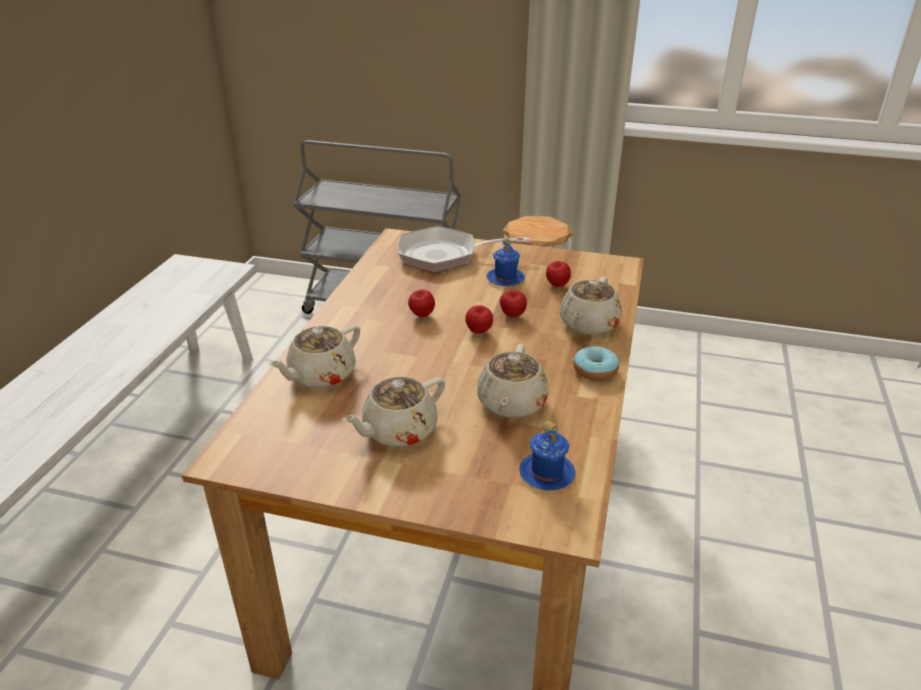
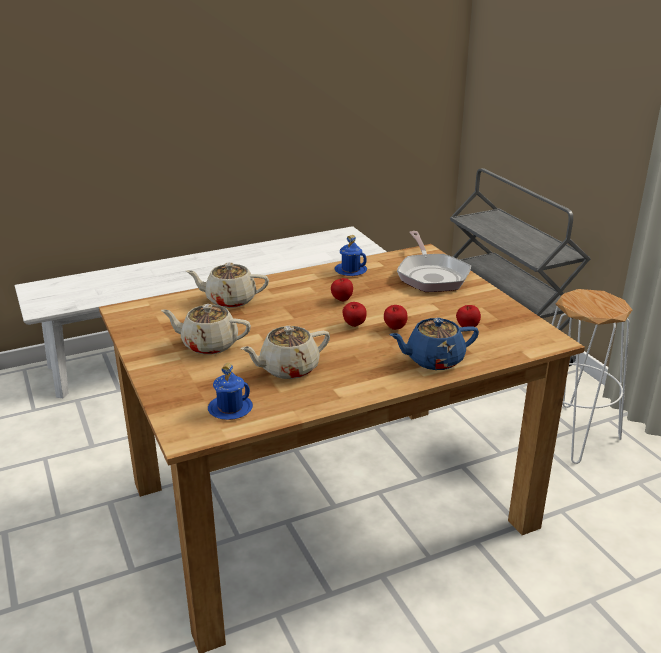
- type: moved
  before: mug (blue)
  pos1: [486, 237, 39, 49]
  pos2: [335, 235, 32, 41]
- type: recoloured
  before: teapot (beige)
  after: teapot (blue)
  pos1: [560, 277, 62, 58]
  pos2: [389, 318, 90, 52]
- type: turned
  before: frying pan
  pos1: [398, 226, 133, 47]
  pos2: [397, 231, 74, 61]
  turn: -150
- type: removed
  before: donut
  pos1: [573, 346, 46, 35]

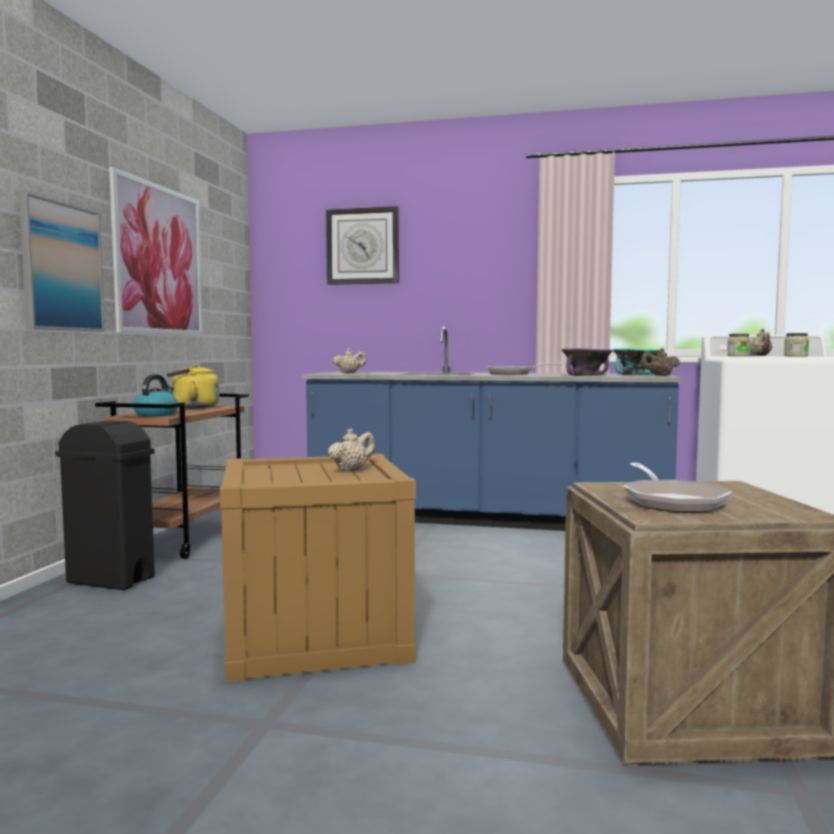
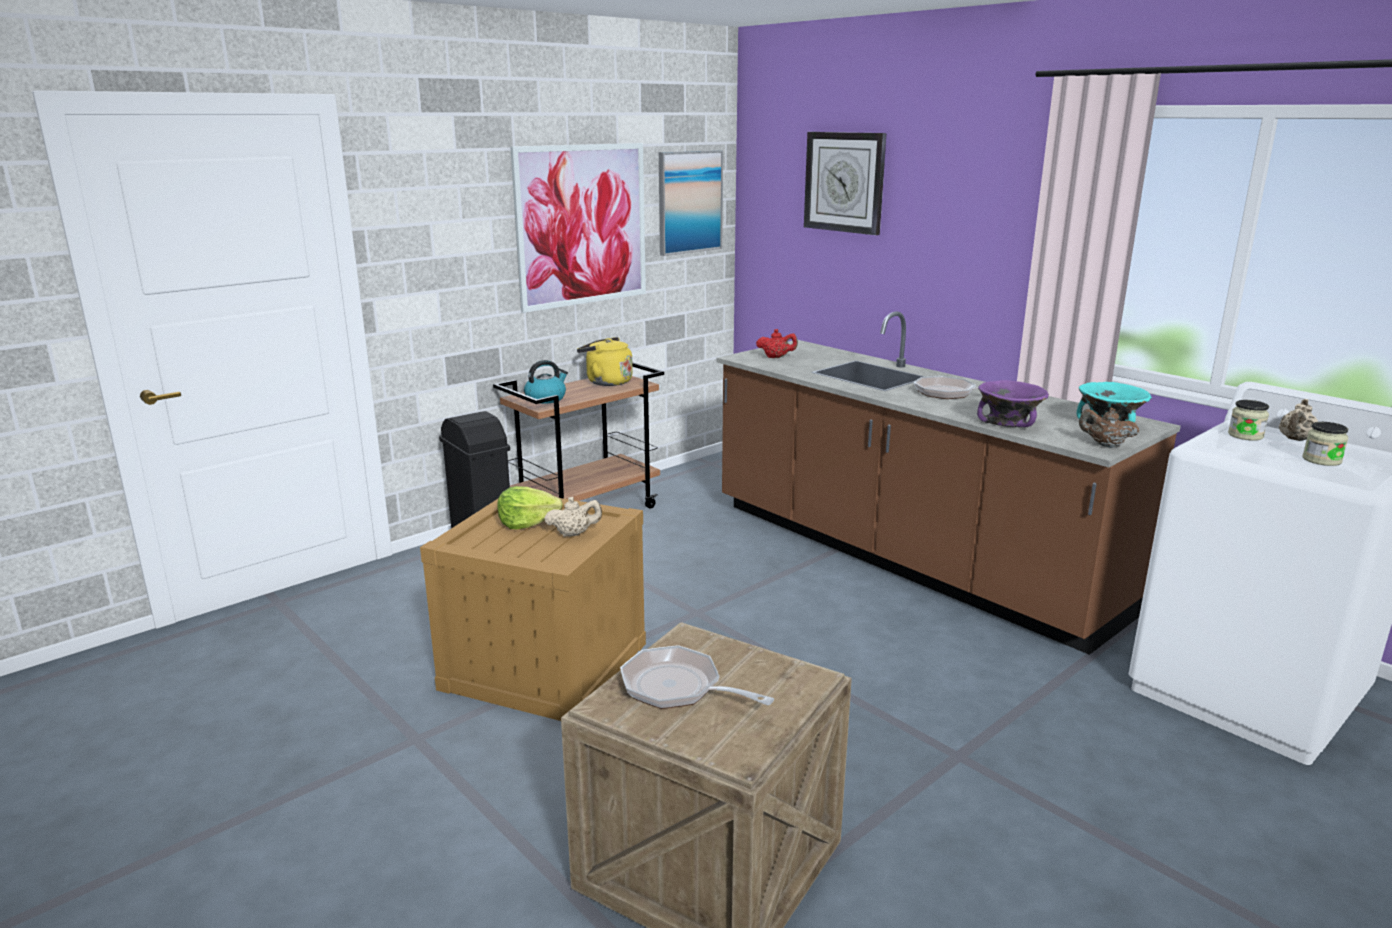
- type: added
  after: lettuce
  pos2: [497, 486, 66, 43]
- type: turned
  before: frying pan
  pos1: [623, 463, 109, 50]
  pos2: [620, 645, 154, 64]
  turn: 90
- type: moved
  before: picture
  pos1: [19, 192, 86, 139]
  pos2: [659, 150, 64, 106]
- type: recoloured
  before: counter (blue)
  after: counter (brown)
  pos1: [302, 327, 380, 204]
  pos2: [717, 311, 464, 344]
- type: recoloured
  before: teapot (beige)
  after: teapot (red)
  pos1: [333, 348, 33, 25]
  pos2: [756, 329, 42, 29]

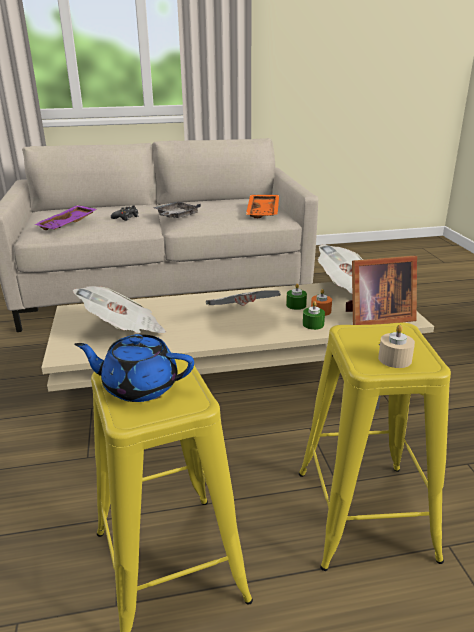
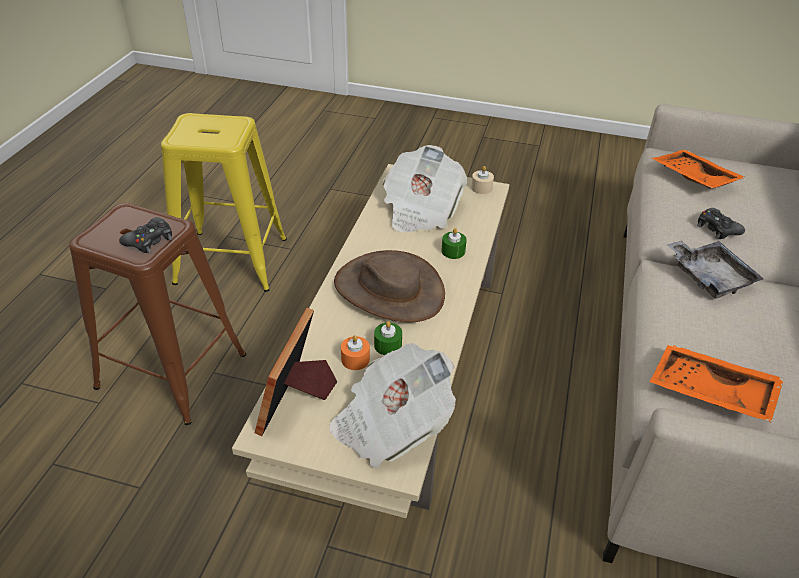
- type: recoloured
  before: stool (yellow)
  after: stool (brown)
  pos1: [299, 323, 152, 248]
  pos2: [69, 203, 177, 222]
- type: added
  after: game controller (black)
  pos2: [119, 217, 53, 36]
- type: replaced
  before: newspaper
  after: hat (brown)
  pos1: [206, 290, 75, 16]
  pos2: [334, 250, 111, 73]
- type: moved
  before: candle (green)
  pos1: [303, 301, 22, 29]
  pos2: [441, 228, 26, 31]
- type: moved
  before: candle (beige)
  pos1: [378, 325, 37, 43]
  pos2: [471, 166, 23, 28]
- type: recoloured
  before: tray (purple)
  after: tray (orange)
  pos1: [34, 205, 63, 25]
  pos2: [652, 149, 94, 40]
- type: removed
  before: teapot (blue)
  pos1: [74, 334, 120, 68]

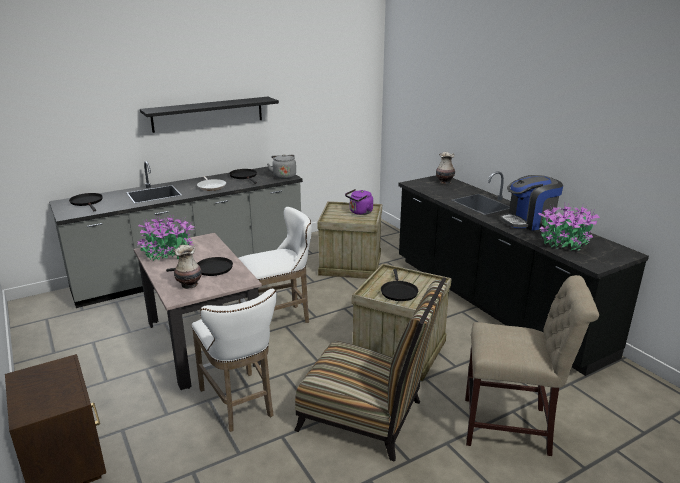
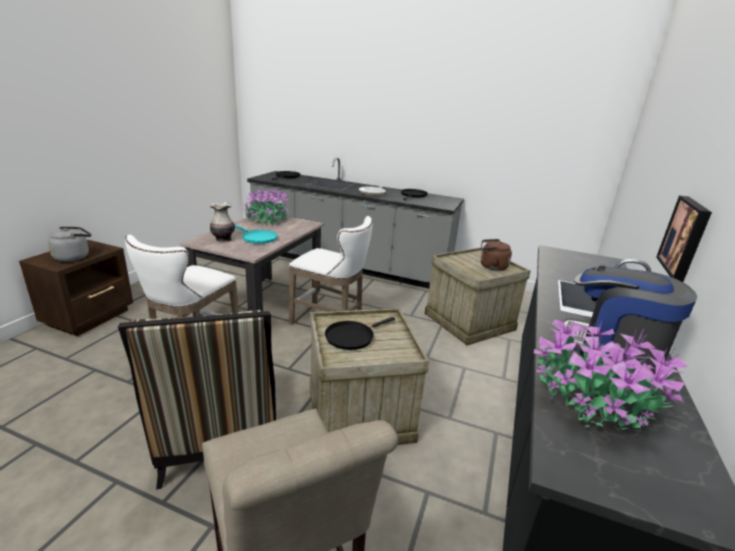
- type: moved
  before: kettle (grey)
  pos1: [267, 154, 29, 25]
  pos2: [48, 227, 43, 35]
- type: recoloured
  before: frying pan (black)
  after: frying pan (turquoise)
  pos1: [166, 257, 67, 19]
  pos2: [235, 225, 43, 19]
- type: recoloured
  before: kettle (purple)
  after: kettle (brown)
  pos1: [345, 189, 28, 26]
  pos2: [481, 239, 31, 32]
- type: added
  after: picture
  pos2: [656, 195, 56, 87]
- type: removed
  before: shelf (black)
  pos1: [140, 97, 139, 36]
- type: removed
  before: vase
  pos1: [436, 152, 19, 32]

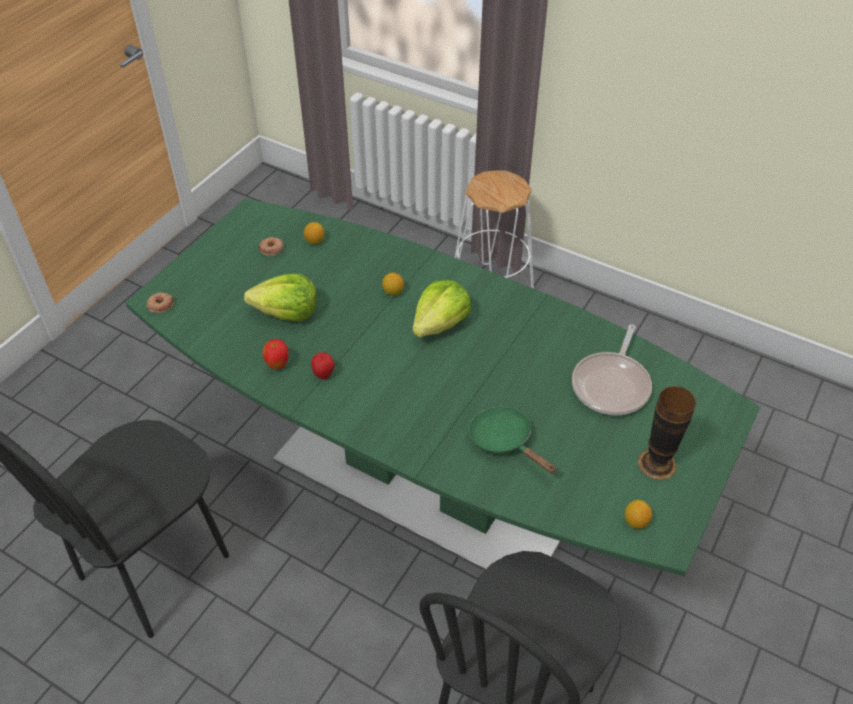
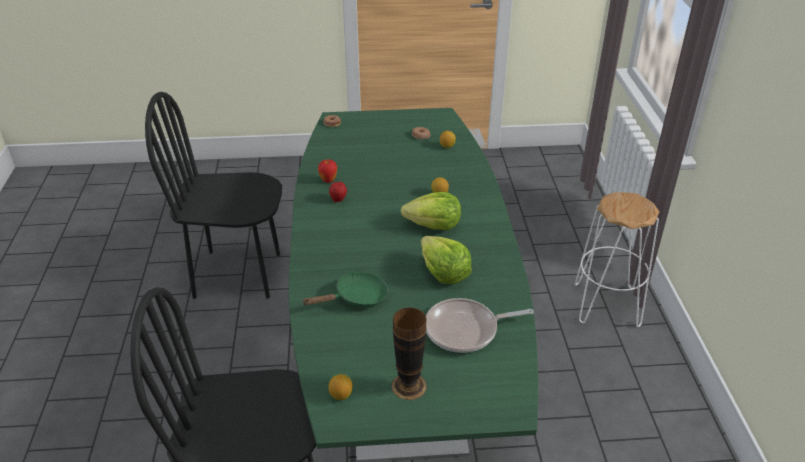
- type: turned
  before: frying pan (green)
  pos1: [469, 406, 88, 68]
  pos2: [303, 272, 85, 35]
  turn: 45
- type: moved
  before: lettuce
  pos1: [244, 274, 73, 48]
  pos2: [421, 236, 51, 48]

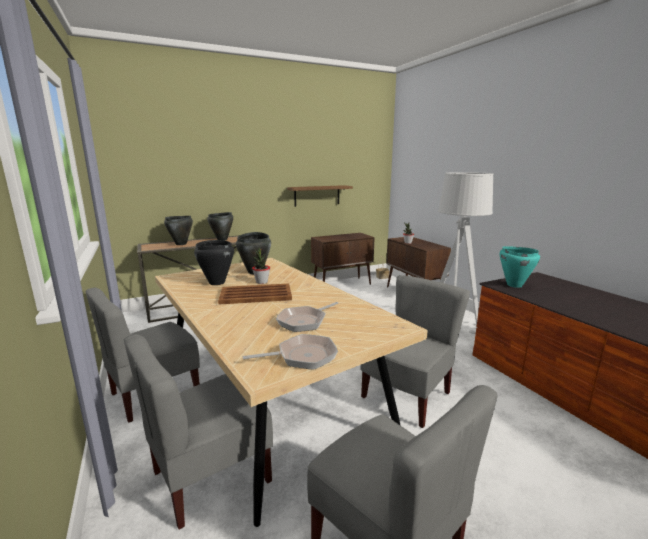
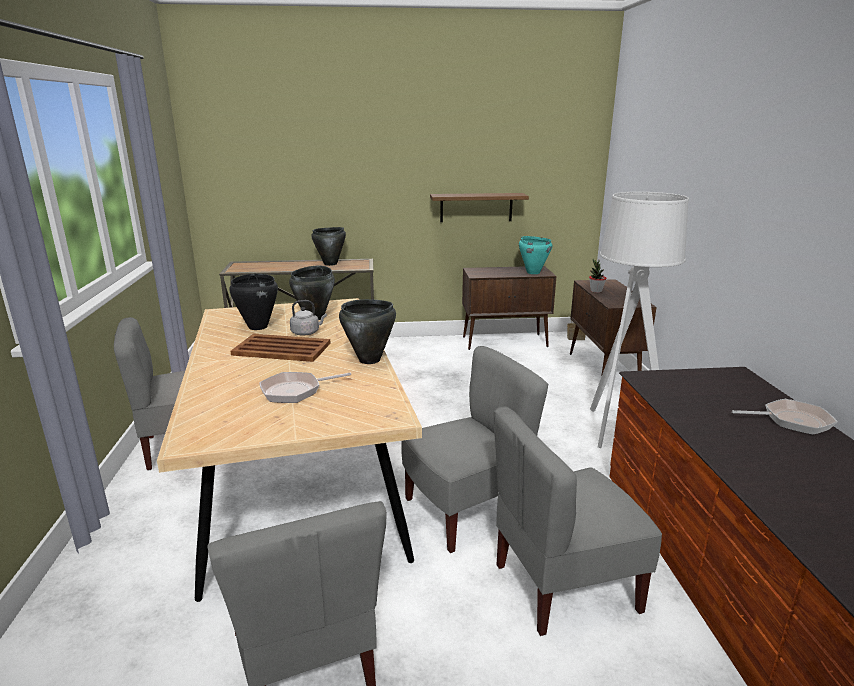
- type: replaced
  before: potted plant
  after: kettle (grey)
  pos1: [252, 248, 18, 36]
  pos2: [290, 300, 37, 36]
- type: moved
  before: cooking pot (black)
  pos1: [164, 216, 29, 29]
  pos2: [339, 299, 57, 65]
- type: moved
  before: chair (grey)
  pos1: [124, 334, 149, 196]
  pos2: [493, 406, 169, 230]
- type: moved
  before: cooking pot (turquoise)
  pos1: [500, 246, 40, 42]
  pos2: [519, 236, 33, 38]
- type: moved
  before: frying pan
  pos1: [243, 334, 95, 36]
  pos2: [732, 399, 106, 36]

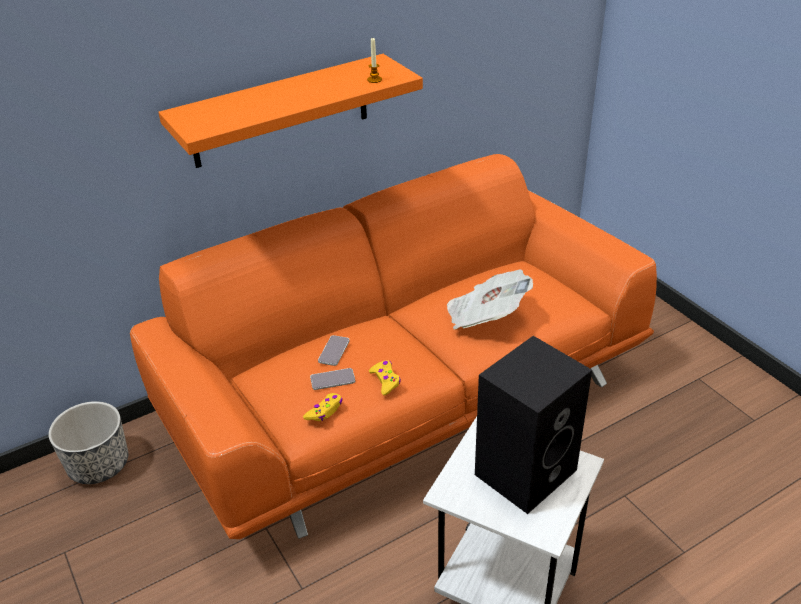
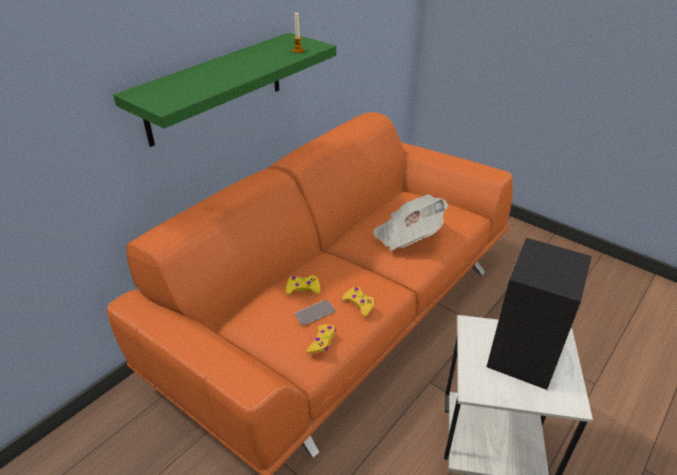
- type: recoloured
  before: shelf (orange)
  after: shelf (green)
  pos1: [158, 54, 265, 114]
  pos2: [113, 33, 223, 114]
- type: replaced
  before: phone
  after: game controller (yellow)
  pos1: [318, 335, 31, 31]
  pos2: [286, 275, 34, 20]
- type: removed
  before: planter
  pos1: [48, 401, 80, 83]

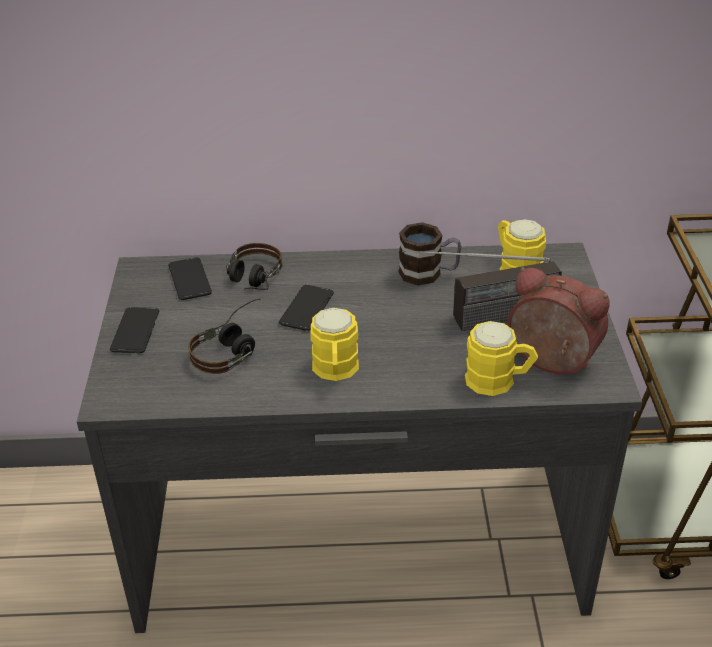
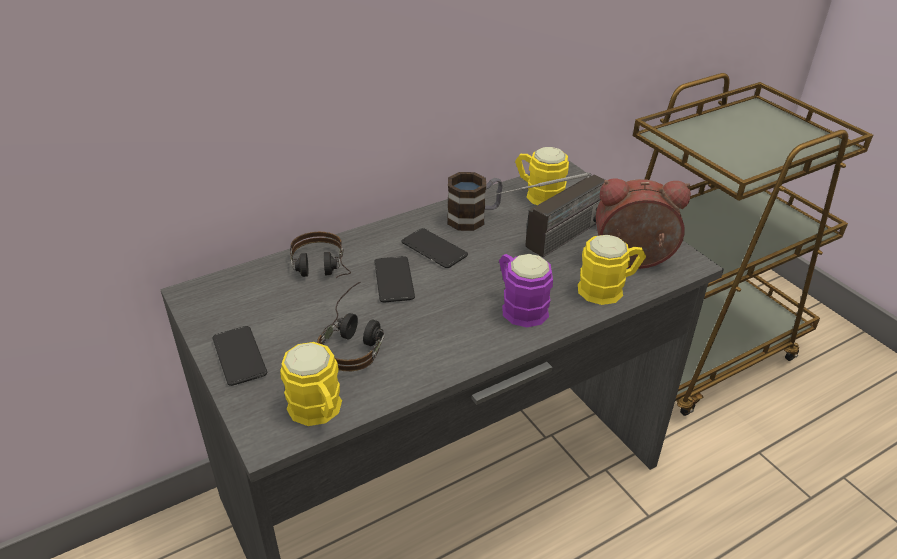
- type: moved
  before: mug (yellow)
  pos1: [311, 308, 48, 73]
  pos2: [280, 342, 62, 84]
- type: moved
  before: phone
  pos1: [168, 257, 44, 43]
  pos2: [401, 228, 67, 40]
- type: added
  after: mug (purple)
  pos2: [499, 254, 54, 73]

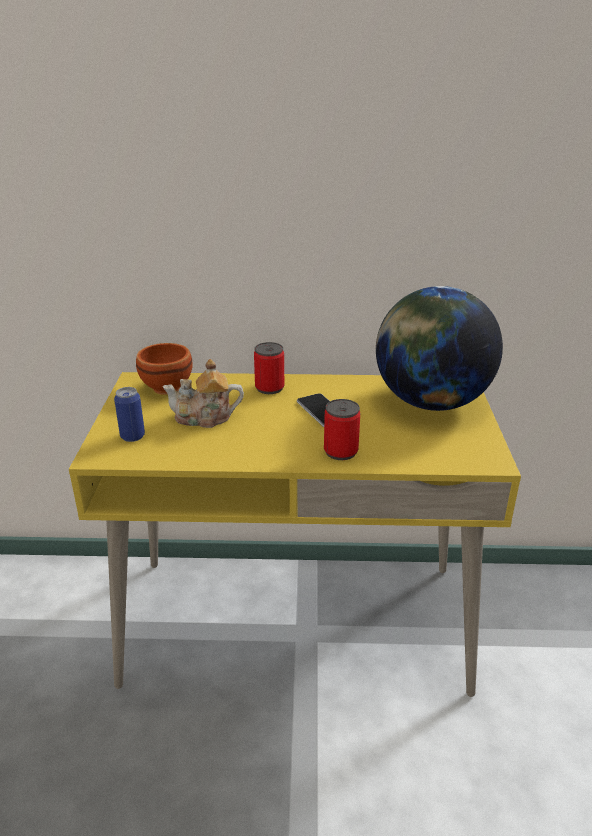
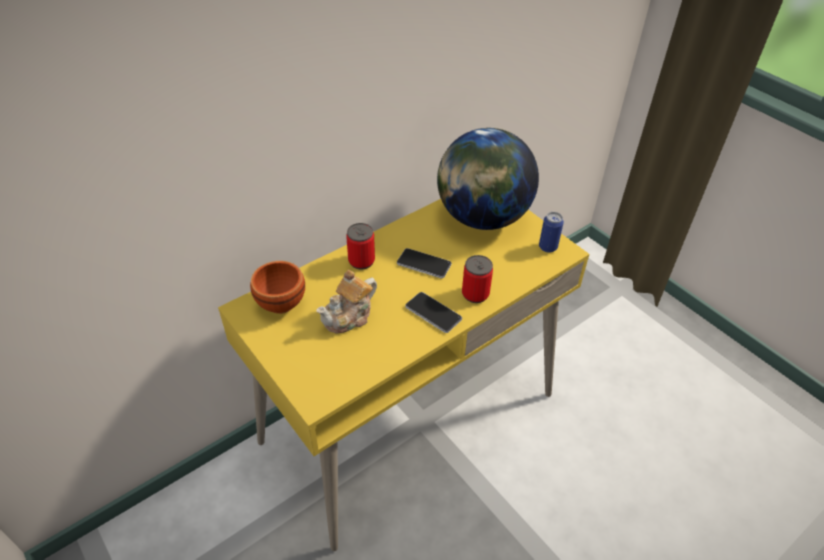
- type: added
  after: phone
  pos2: [405, 292, 57, 41]
- type: moved
  before: can
  pos1: [114, 387, 31, 55]
  pos2: [539, 212, 25, 41]

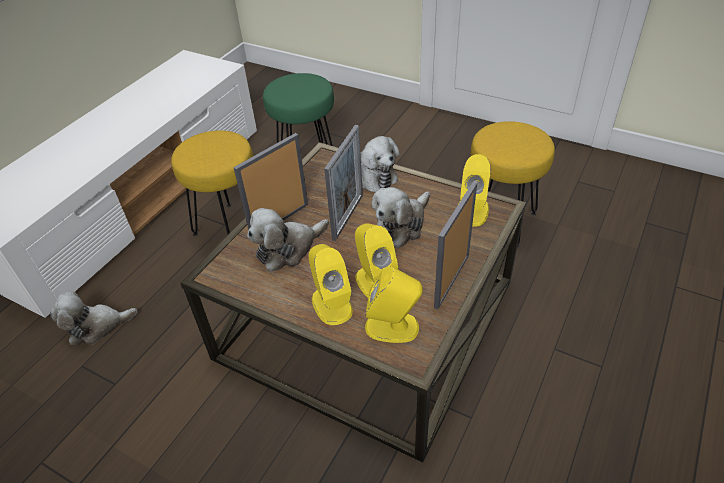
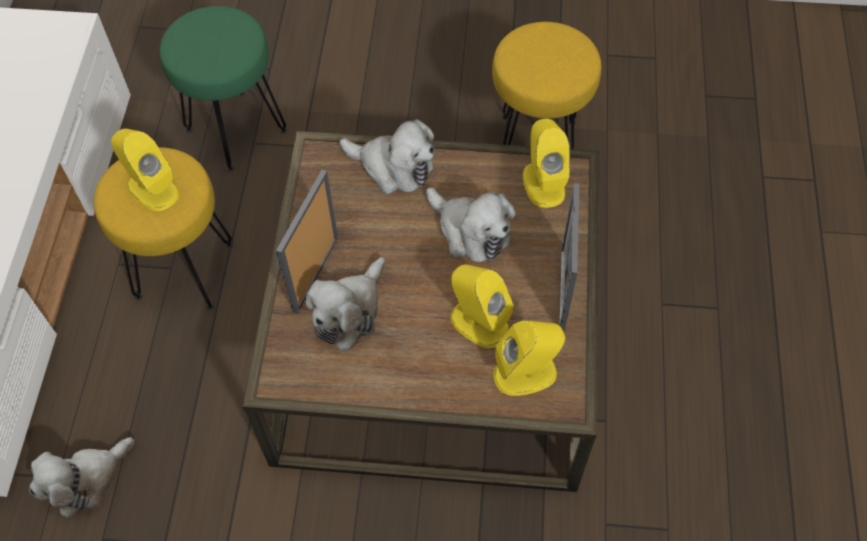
- type: moved
  before: speaker (yellow)
  pos1: [309, 244, 44, 81]
  pos2: [111, 129, 68, 82]
- type: turned
  before: plush toy
  pos1: [372, 187, 58, 61]
  pos2: [426, 187, 90, 75]
  turn: -60
- type: removed
  before: picture frame
  pos1: [324, 125, 39, 116]

